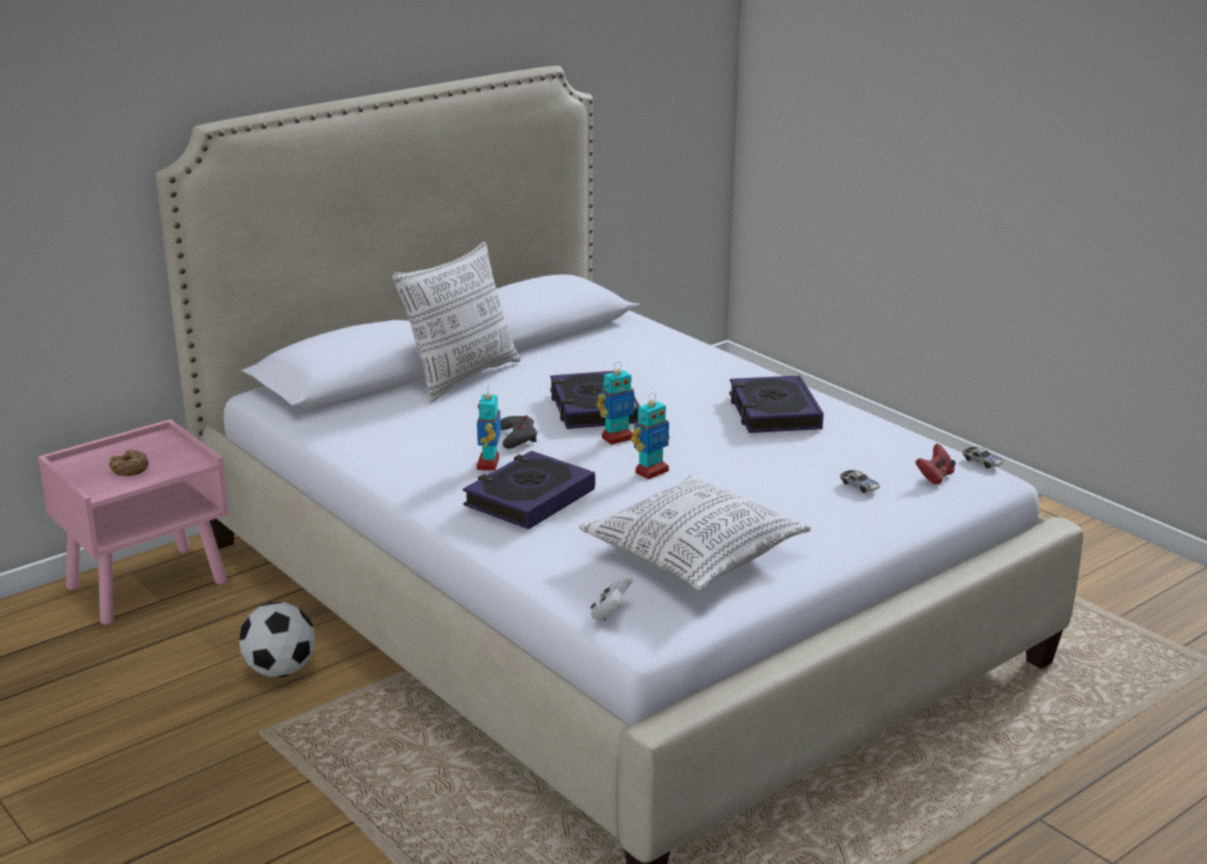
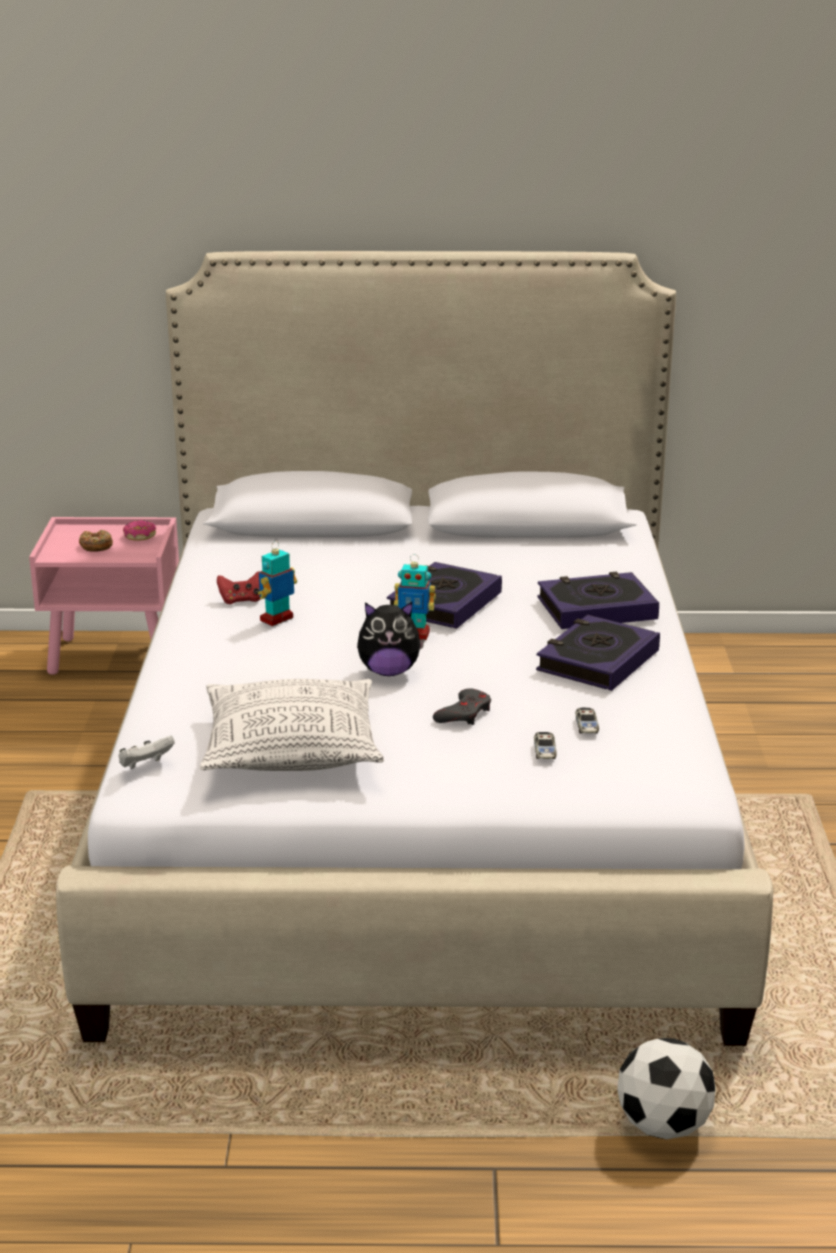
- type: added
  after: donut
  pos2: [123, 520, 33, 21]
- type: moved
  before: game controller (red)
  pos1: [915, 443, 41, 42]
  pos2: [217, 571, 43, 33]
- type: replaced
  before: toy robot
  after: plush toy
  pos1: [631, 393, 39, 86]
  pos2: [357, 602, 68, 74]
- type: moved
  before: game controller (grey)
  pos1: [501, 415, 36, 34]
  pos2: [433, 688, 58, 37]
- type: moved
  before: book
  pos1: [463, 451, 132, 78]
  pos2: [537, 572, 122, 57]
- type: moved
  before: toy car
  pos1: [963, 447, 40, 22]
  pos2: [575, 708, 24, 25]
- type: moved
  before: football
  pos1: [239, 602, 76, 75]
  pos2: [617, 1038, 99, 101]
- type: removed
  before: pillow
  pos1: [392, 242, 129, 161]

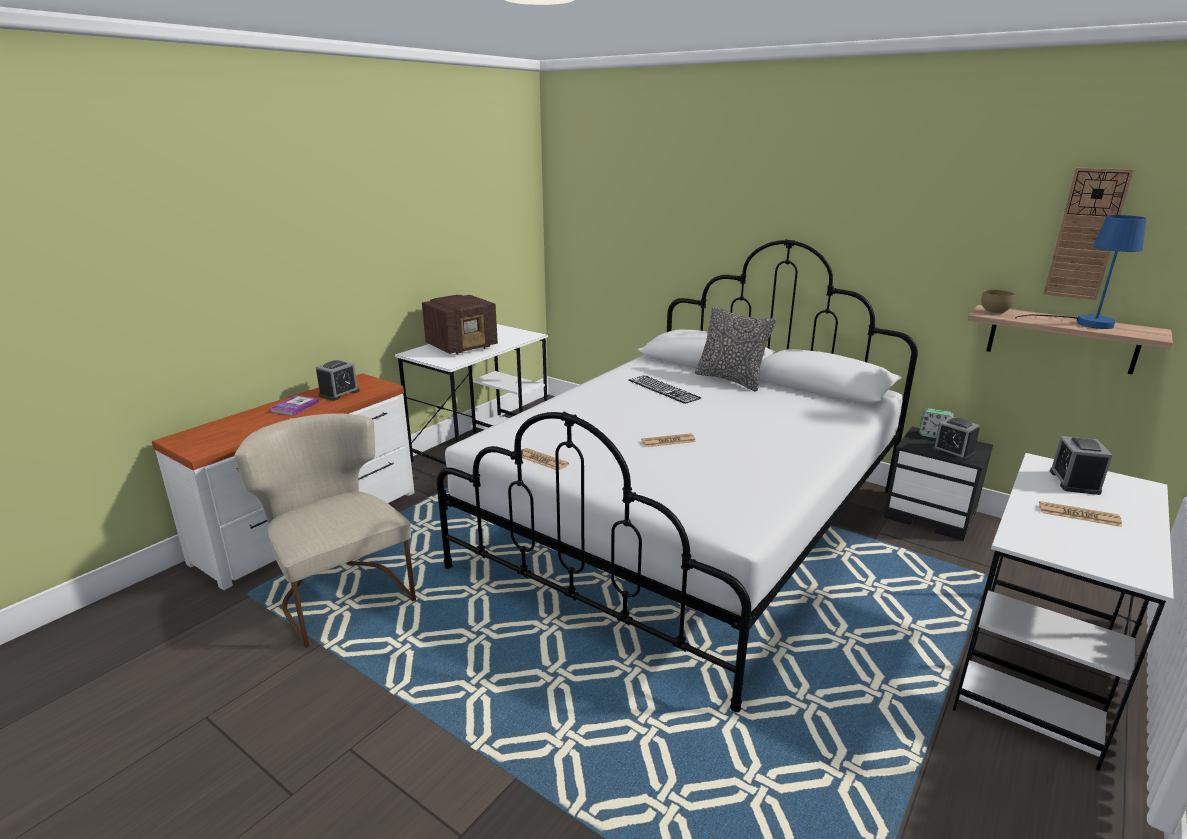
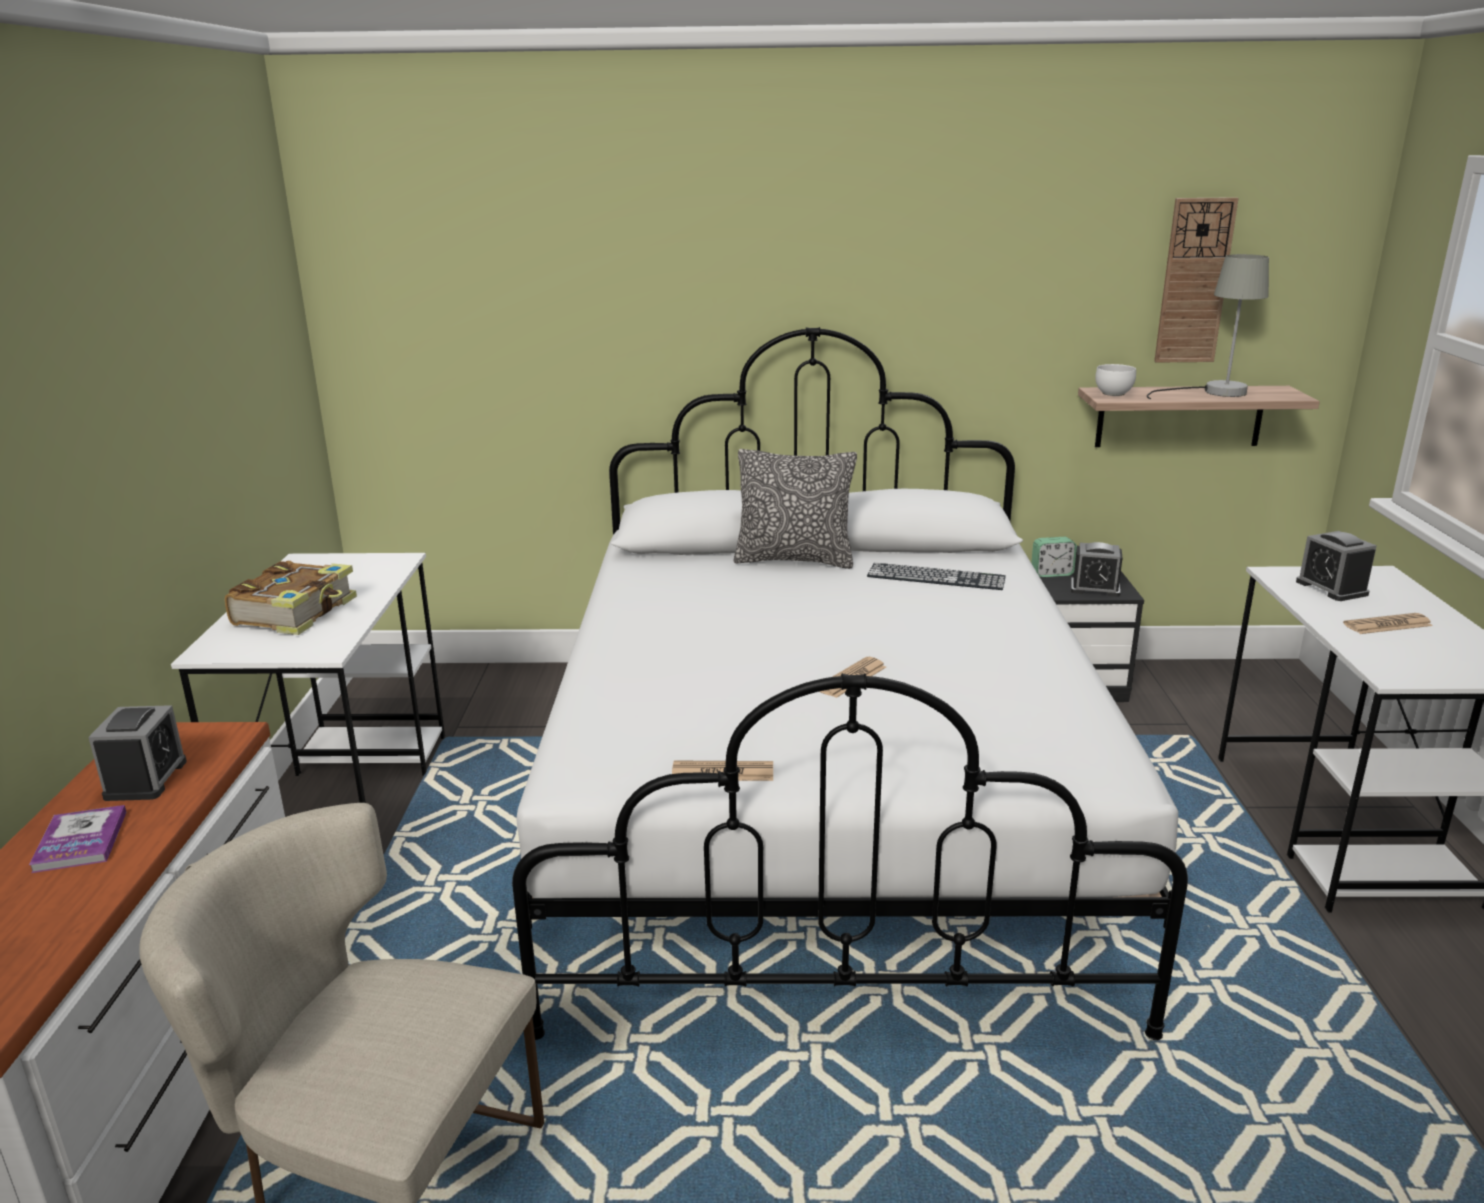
- type: replaced
  before: radio
  after: book
  pos1: [422, 295, 76, 60]
  pos2: [225, 560, 132, 75]
- type: moved
  before: keyboard
  pos1: [628, 375, 73, 29]
  pos2: [867, 563, 139, 27]
- type: recoloured
  before: bowl (brown)
  after: bowl (white)
  pos1: [981, 290, 34, 24]
  pos2: [1095, 364, 41, 32]
- type: recoloured
  before: table lamp (blue)
  after: table lamp (grey)
  pos1: [1015, 215, 131, 114]
  pos2: [1147, 254, 122, 145]

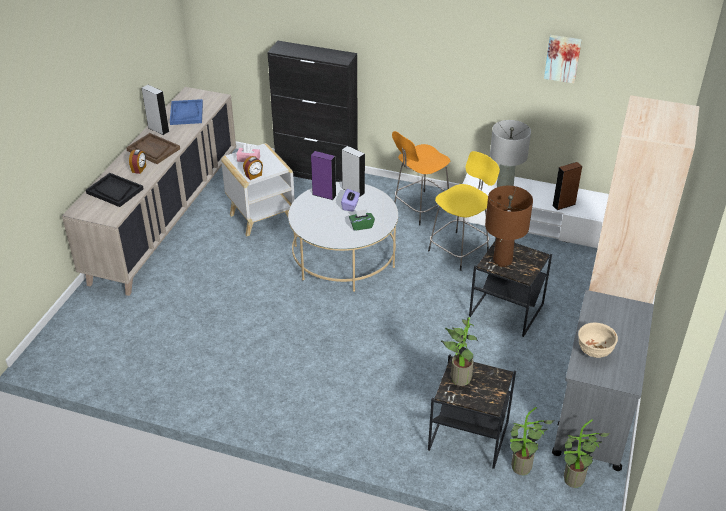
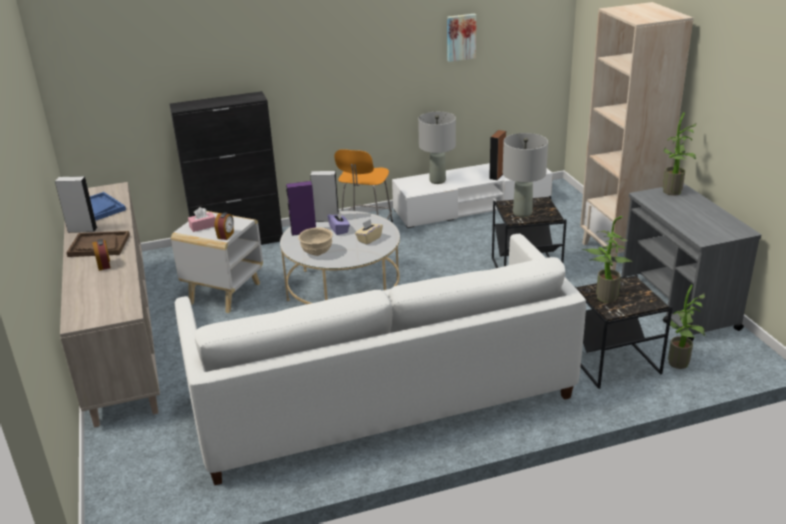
- type: added
  after: sofa (white)
  pos2: [175, 234, 411, 251]
- type: moved
  before: bowl (beige)
  pos1: [578, 322, 40, 36]
  pos2: [298, 227, 35, 29]
- type: recoloured
  before: tissue box (green)
  after: tissue box (beige)
  pos1: [349, 210, 26, 21]
  pos2: [355, 219, 28, 25]
- type: recoloured
  before: table lamp (brown)
  after: table lamp (grey)
  pos1: [485, 186, 48, 81]
  pos2: [503, 133, 45, 85]
- type: moved
  before: potted plant
  pos1: [564, 419, 46, 69]
  pos2: [663, 112, 33, 84]
- type: removed
  before: tray (black)
  pos1: [86, 173, 57, 34]
- type: removed
  before: stool (yellow)
  pos1: [428, 151, 72, 120]

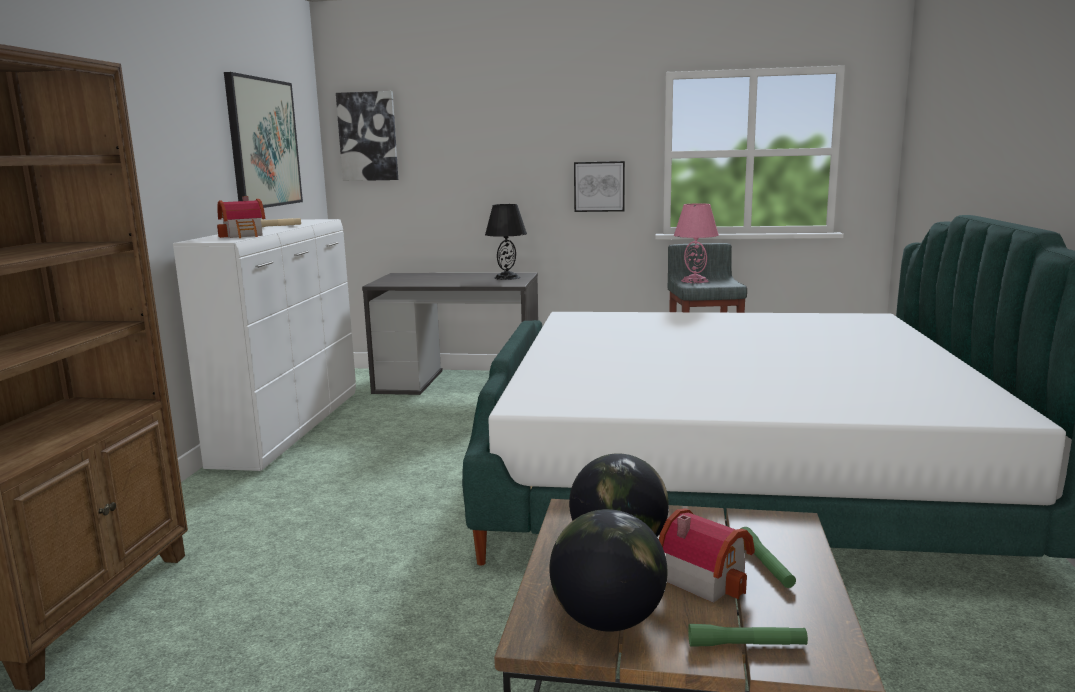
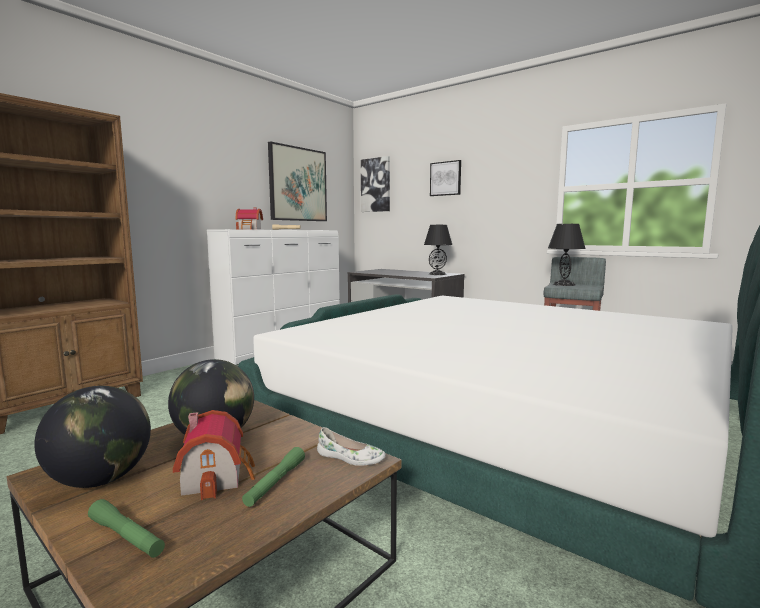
- type: added
  after: shoe (white)
  pos2: [317, 427, 69, 39]
- type: moved
  before: picture
  pos1: [574, 161, 51, 51]
  pos2: [430, 160, 31, 36]
- type: recoloured
  before: table lamp (pink)
  after: table lamp (black)
  pos1: [674, 203, 45, 80]
  pos2: [548, 224, 37, 62]

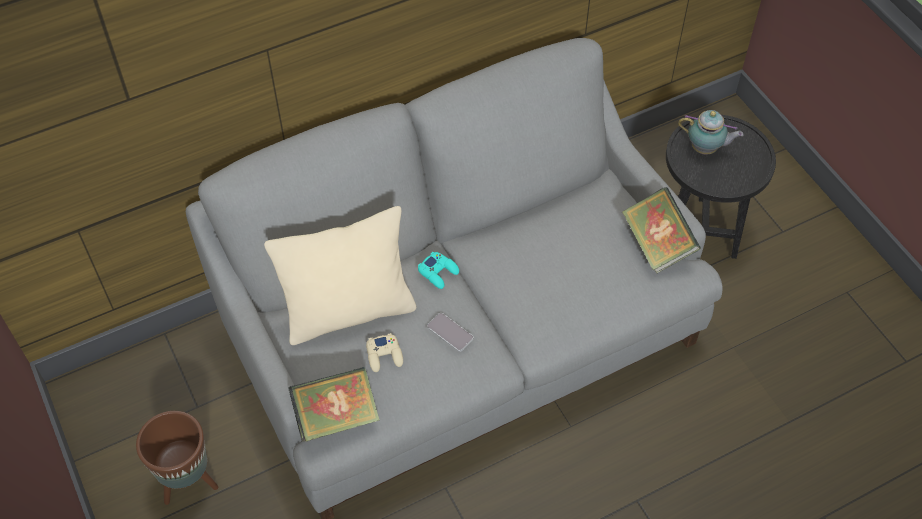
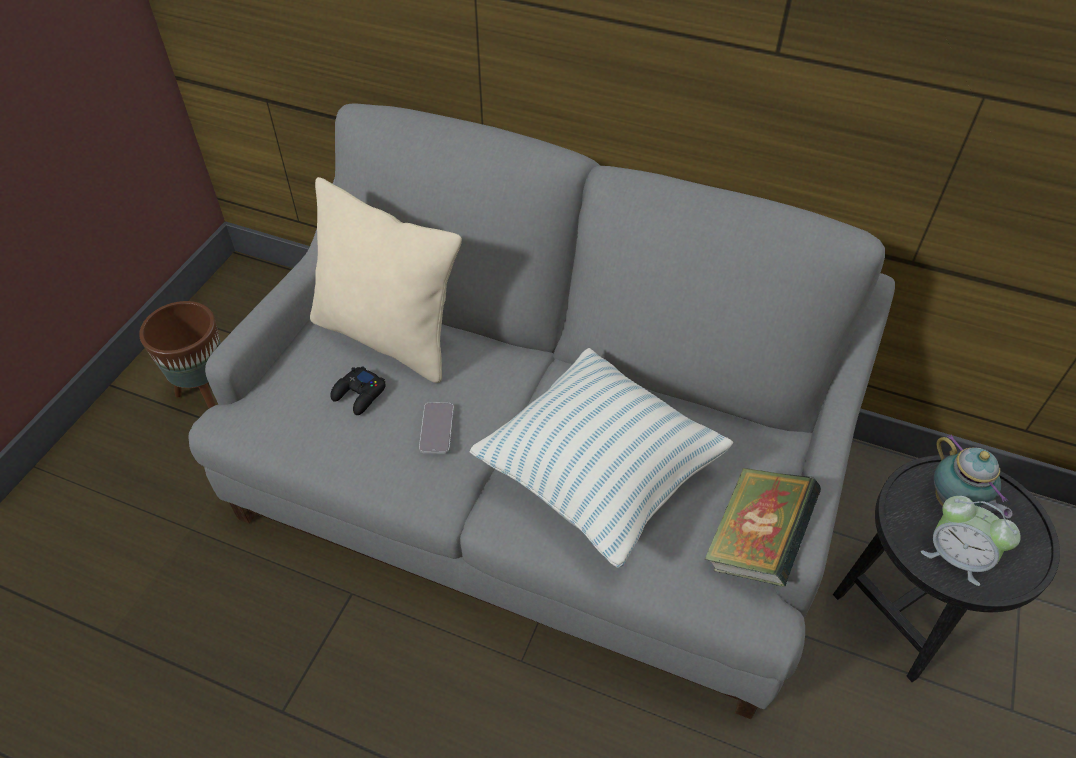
- type: recoloured
  before: game controller (beige)
  after: game controller (black)
  pos1: [366, 333, 37, 39]
  pos2: [330, 366, 55, 49]
- type: added
  after: pillow
  pos2: [469, 348, 264, 220]
- type: added
  after: alarm clock
  pos2: [921, 496, 100, 90]
- type: removed
  before: book
  pos1: [288, 367, 92, 75]
- type: removed
  before: game controller (turquoise)
  pos1: [418, 252, 41, 37]

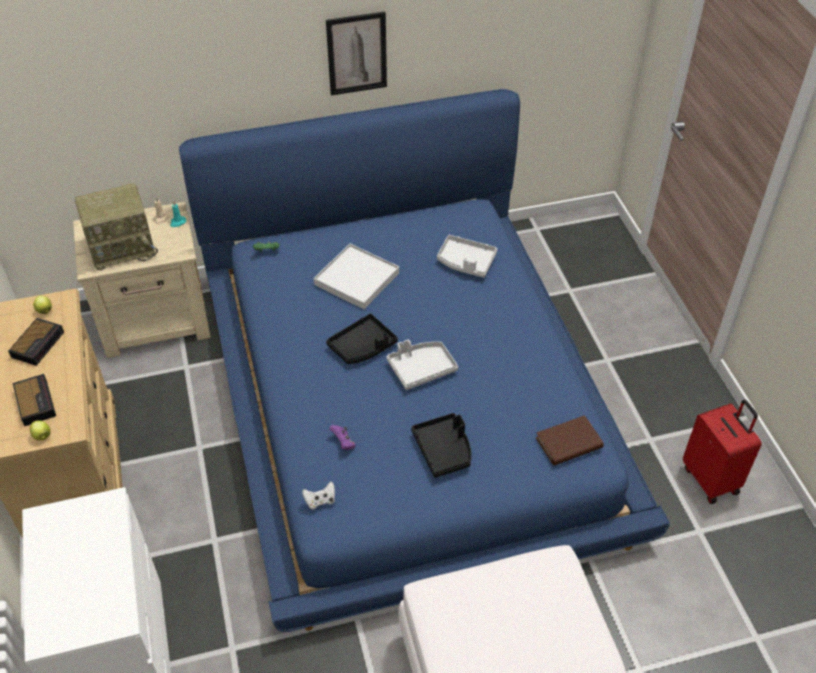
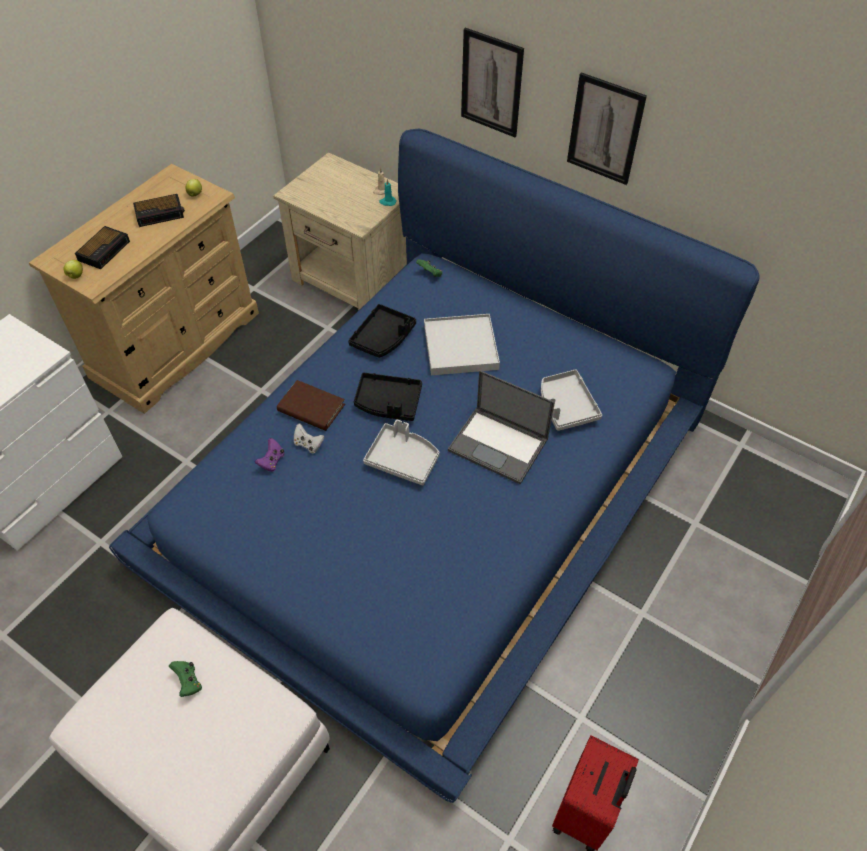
- type: added
  after: game controller (green)
  pos2: [169, 661, 33, 36]
- type: moved
  before: book (brown)
  pos1: [536, 415, 68, 51]
  pos2: [277, 380, 68, 51]
- type: moved
  before: game controller (white)
  pos1: [302, 481, 33, 28]
  pos2: [294, 423, 30, 30]
- type: moved
  before: tray (black)
  pos1: [411, 413, 60, 65]
  pos2: [348, 304, 68, 54]
- type: added
  after: laptop
  pos2: [448, 370, 107, 114]
- type: added
  after: picture
  pos2: [461, 28, 63, 109]
- type: removed
  before: radio
  pos1: [75, 183, 83, 87]

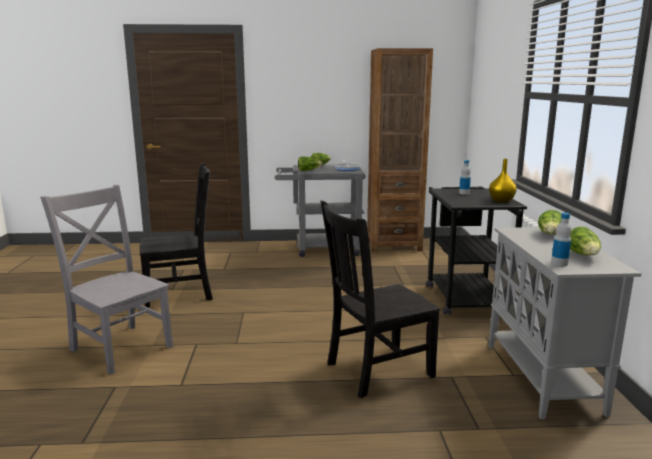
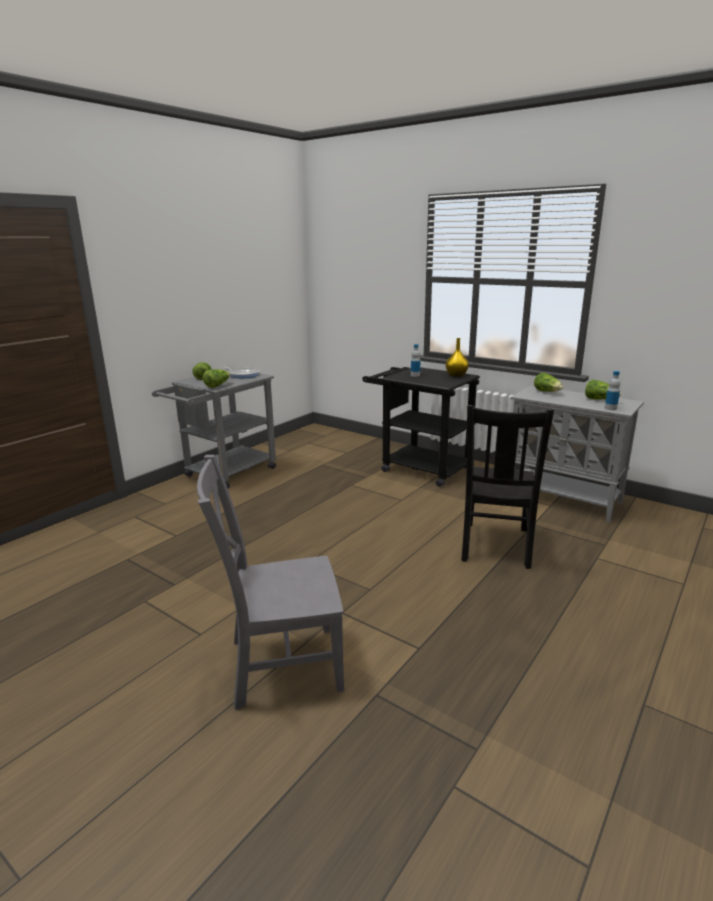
- type: removed
  before: chair (black)
  pos1: [139, 163, 74, 145]
- type: removed
  before: bookcase (brown)
  pos1: [367, 48, 66, 204]

